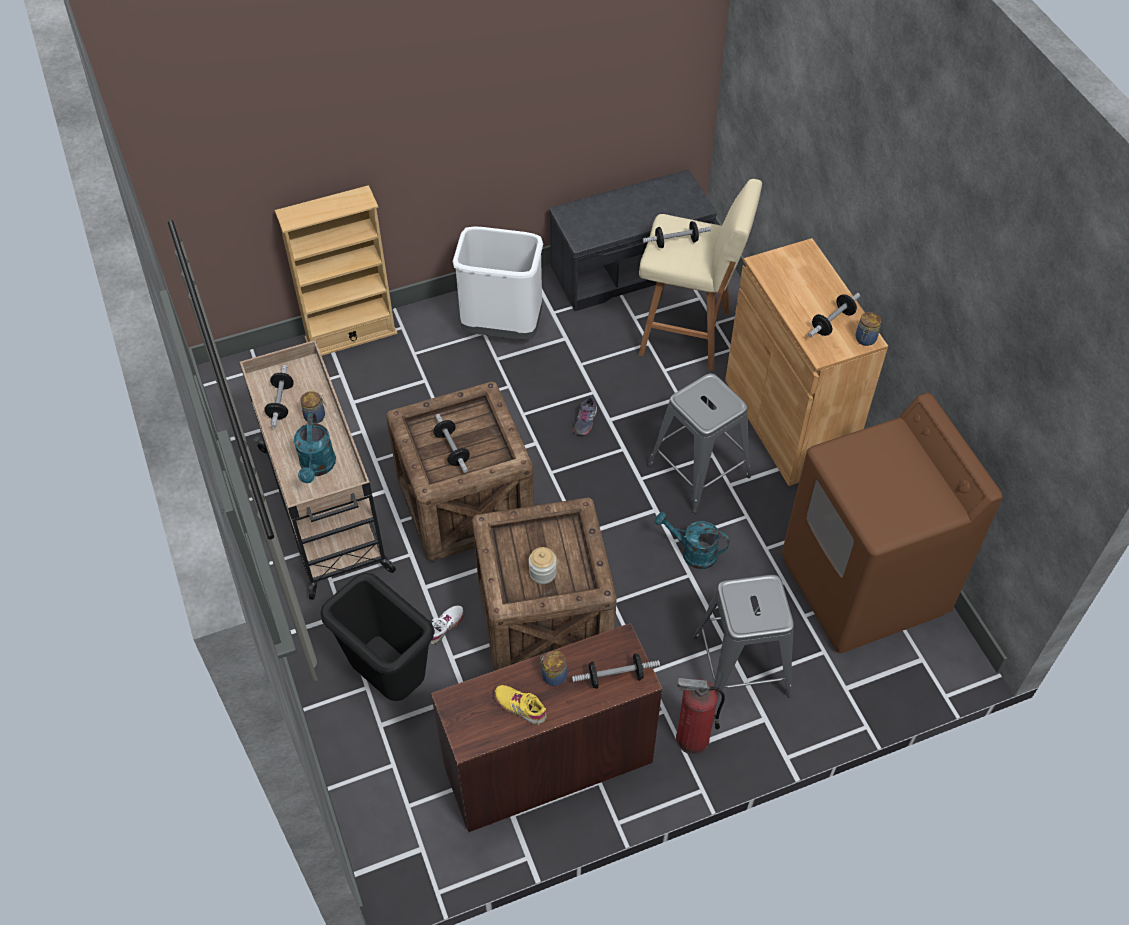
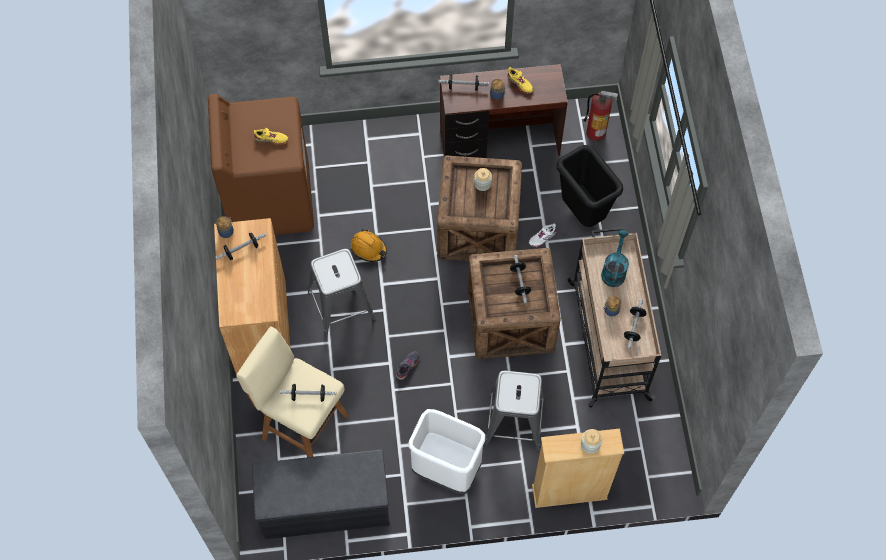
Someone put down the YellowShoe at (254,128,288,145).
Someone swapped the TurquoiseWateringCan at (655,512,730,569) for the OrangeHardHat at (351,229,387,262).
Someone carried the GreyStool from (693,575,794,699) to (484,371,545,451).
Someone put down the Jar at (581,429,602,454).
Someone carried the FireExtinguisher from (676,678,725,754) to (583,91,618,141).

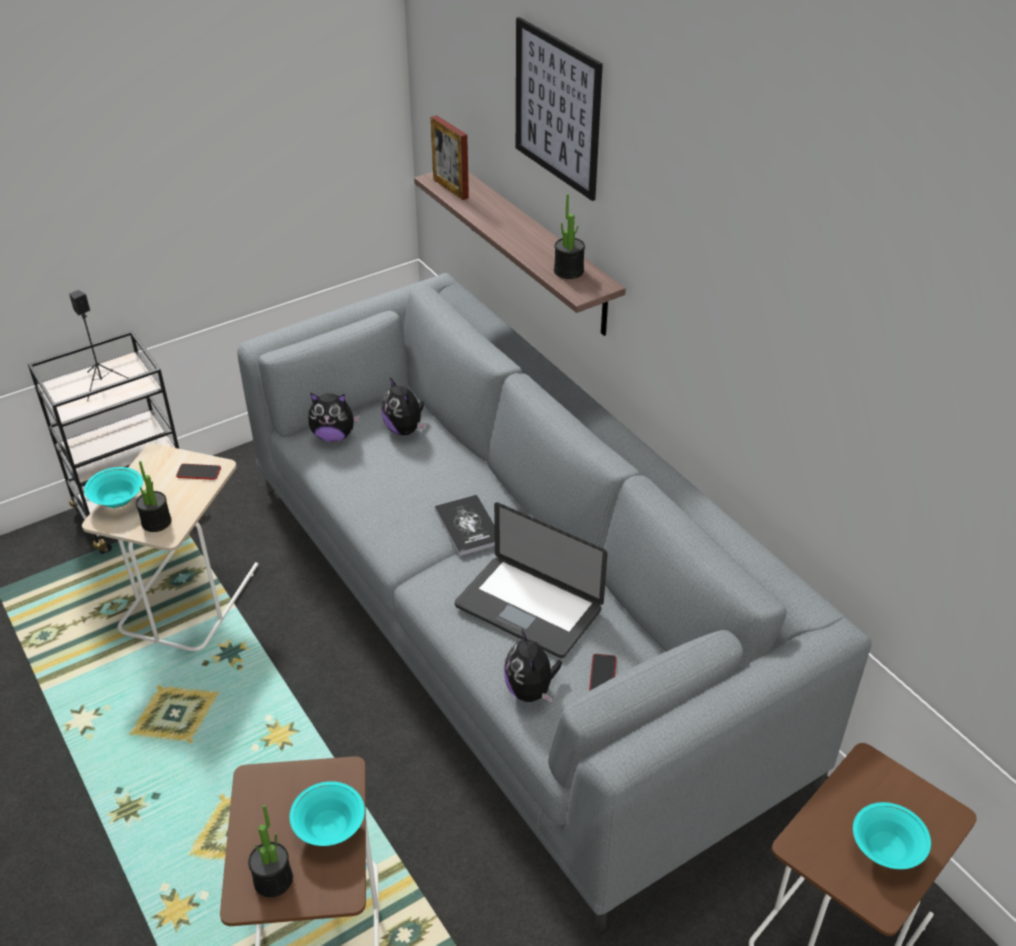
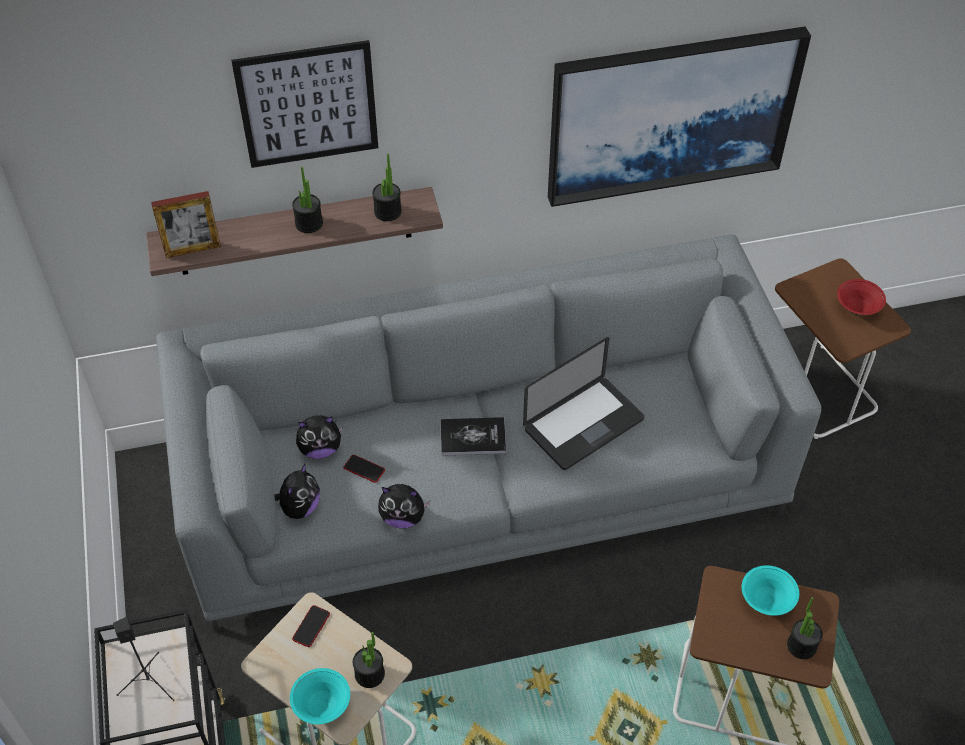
Someone put down the PottedPlant at (292,167,323,233).
Someone carried the Phone from (589,654,617,690) to (344,455,385,483).
Someone carried the PlushToy from (504,629,562,702) to (378,484,430,528).
Someone put up the Picture at (548,27,811,207).
Someone repainted the TurquoiseBowl at (853,802,931,869), which became the RedBowl at (837,279,886,315).

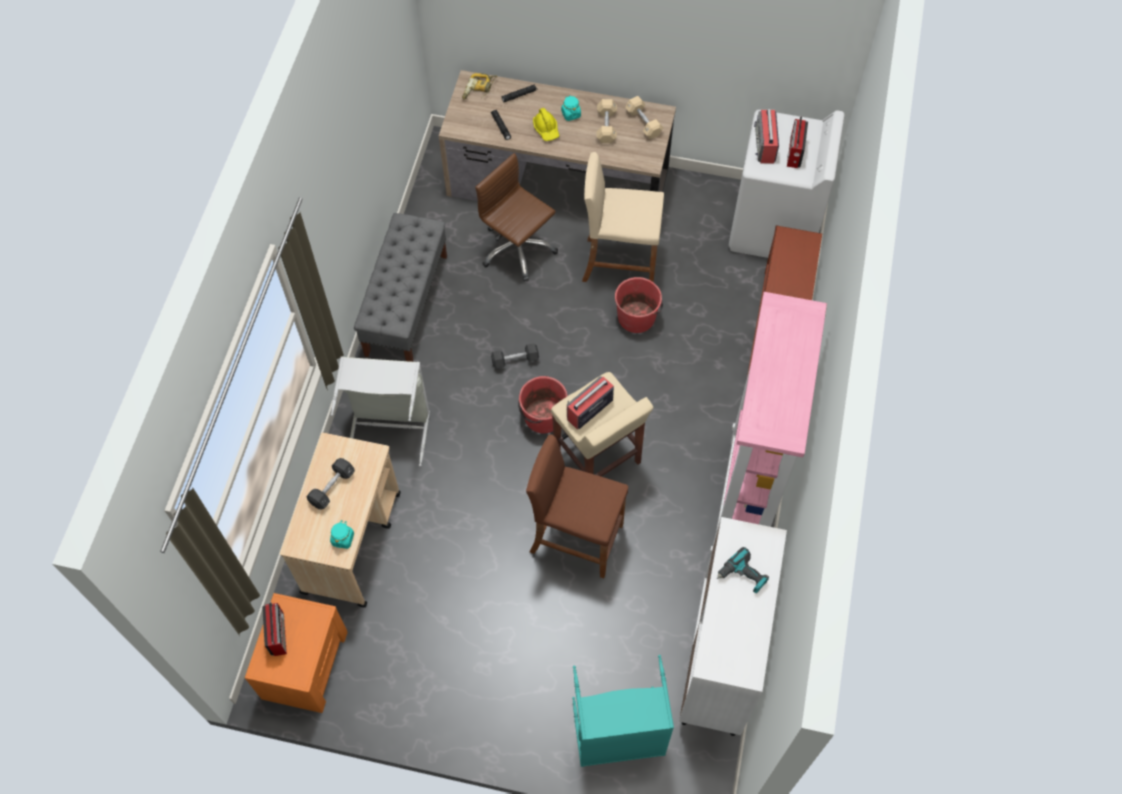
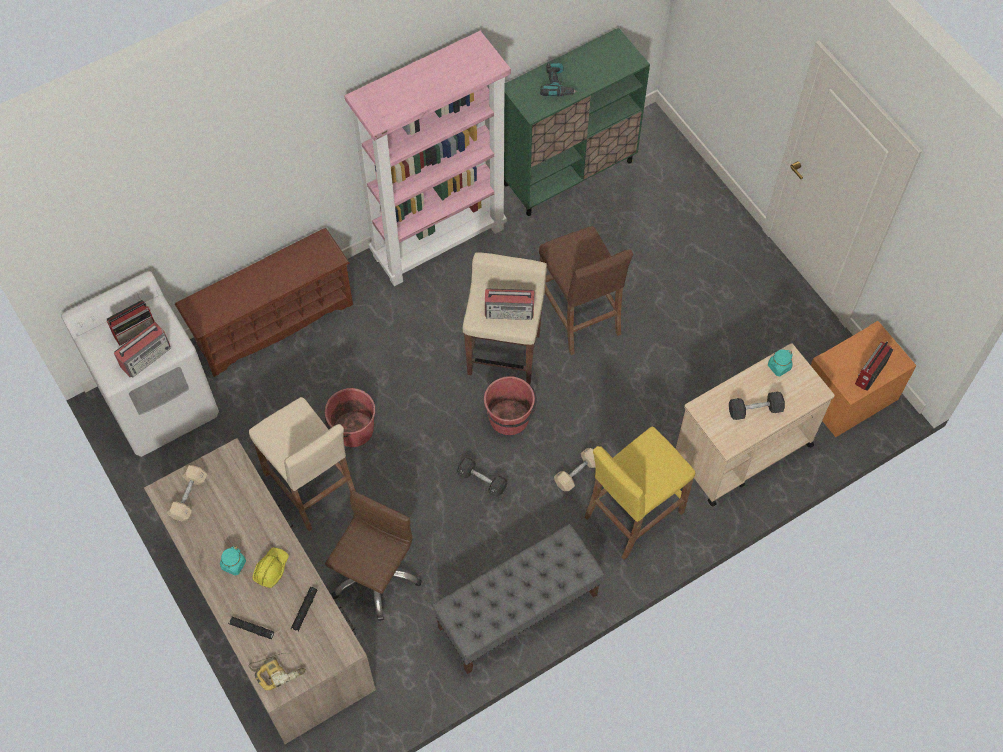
Someone rotated the BrownOfficeChair at (475,153,558,282) by 150 degrees counterclockwise.
Someone repainted the WhiteCabinet at (679,517,787,736), which became the GreenCabinet at (504,28,650,216).
Someone carried the BeigeDumbbell from (597,99,617,143) to (554,448,596,491).
Someone swapped the GreyLaundryBasket at (330,356,430,467) for the YellowStool at (584,427,695,560).
Someone took away the TurquoiseLaundryBasket at (572,655,674,767).

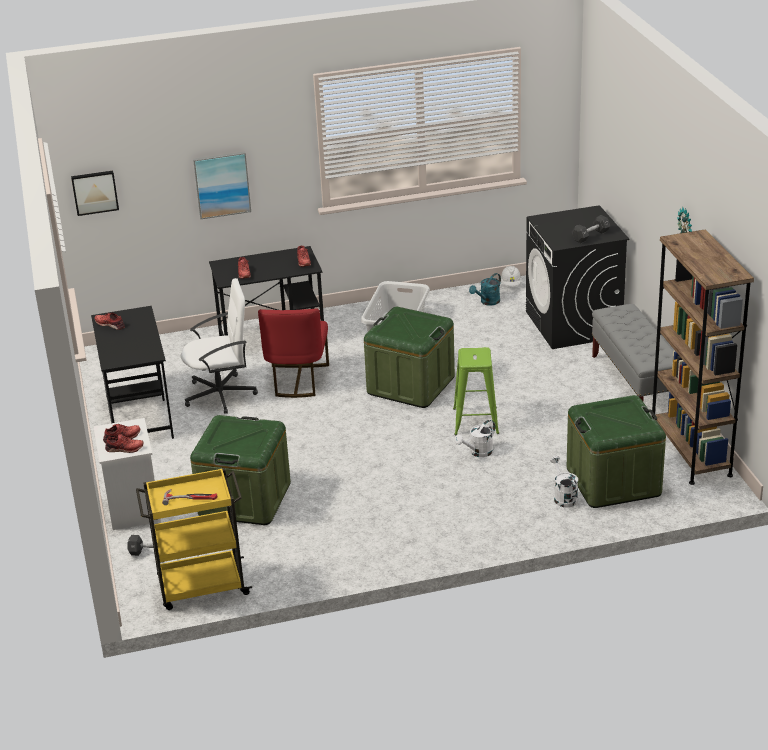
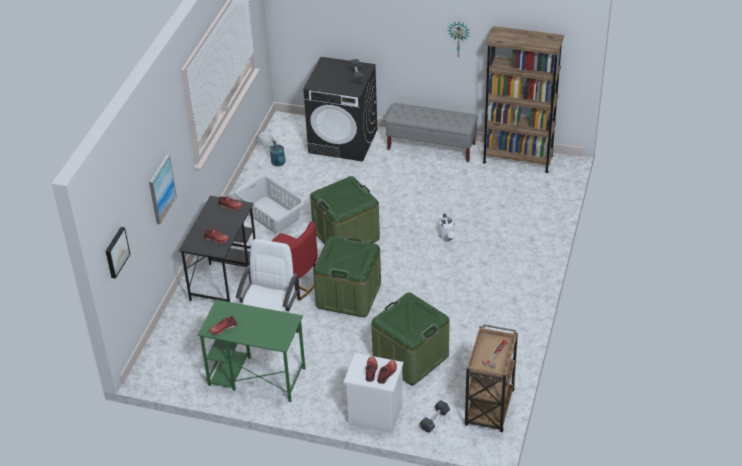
Someone repainted the BlackDesk at (91,306,174,439), which became the GreenDesk at (198,299,305,402).
Someone carried the GreenStorageBox from (567,395,666,508) to (313,236,381,317).
Someone repainted the YellowCart at (136,468,252,610), which became the BrownCart at (465,324,518,433).
Someone took away the GreenStool at (453,347,499,435).
Someone took away the WhiteWateringCan at (550,456,578,508).

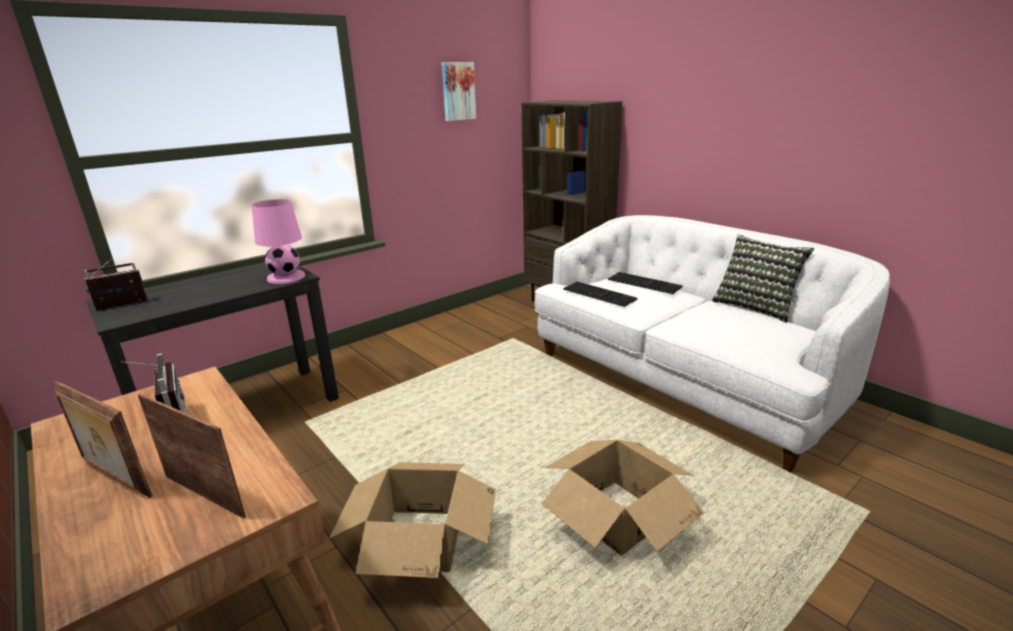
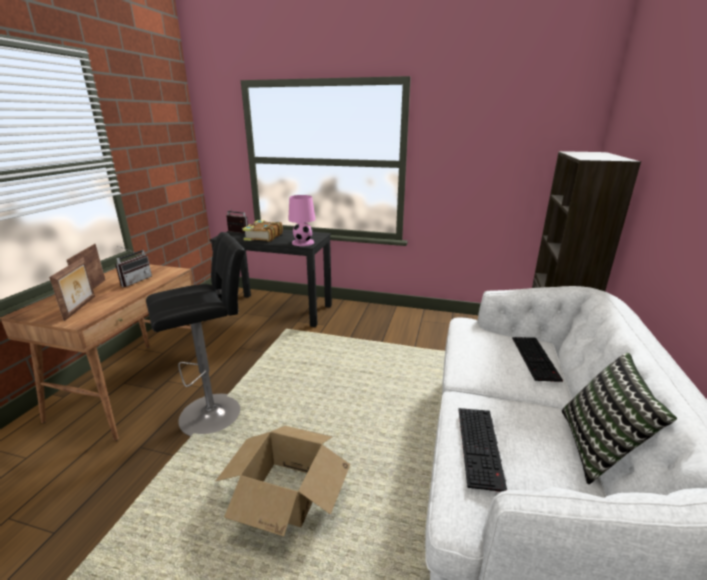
Someone swapped the CardboardBox at (329,462,496,578) for the BlackStool at (146,232,245,436).
Someone put down the Book at (242,220,283,241).
Someone carried the Keyboard from (563,282,638,307) to (458,408,507,492).
Someone took away the Picture at (441,62,477,121).

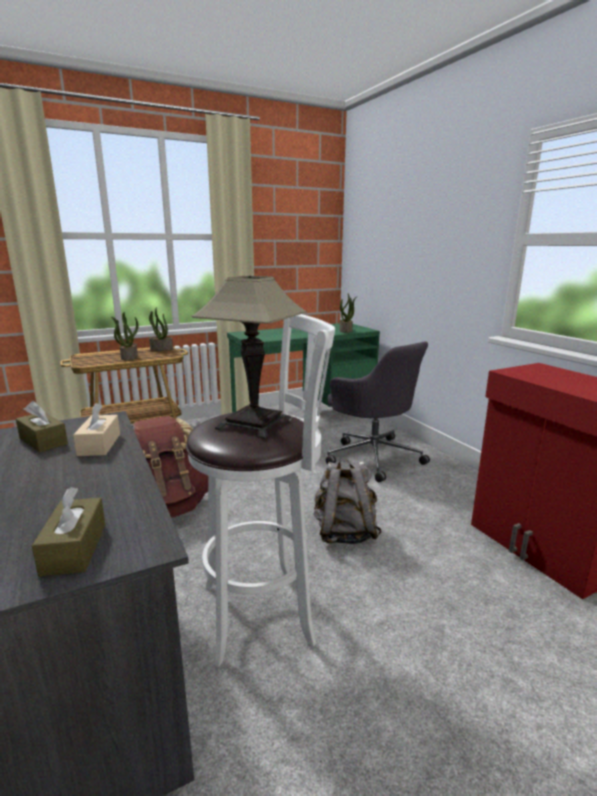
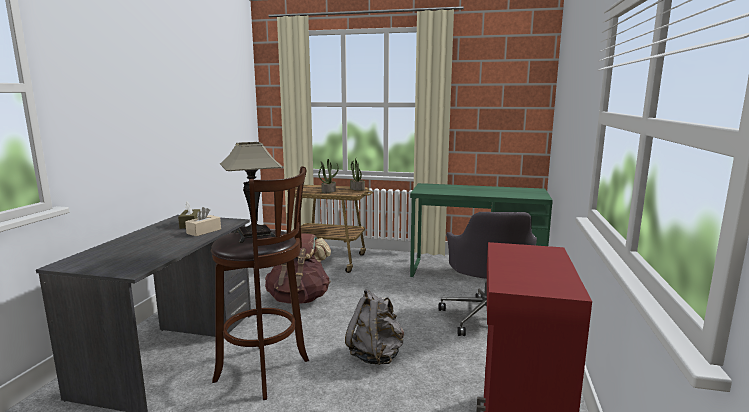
Someone repainted the WhiteStool at (186,314,335,668), which became the BrownStool at (211,166,309,400).
Someone took away the BrownTissueBox at (32,487,106,577).
Someone took away the PottedPlant at (340,294,357,333).

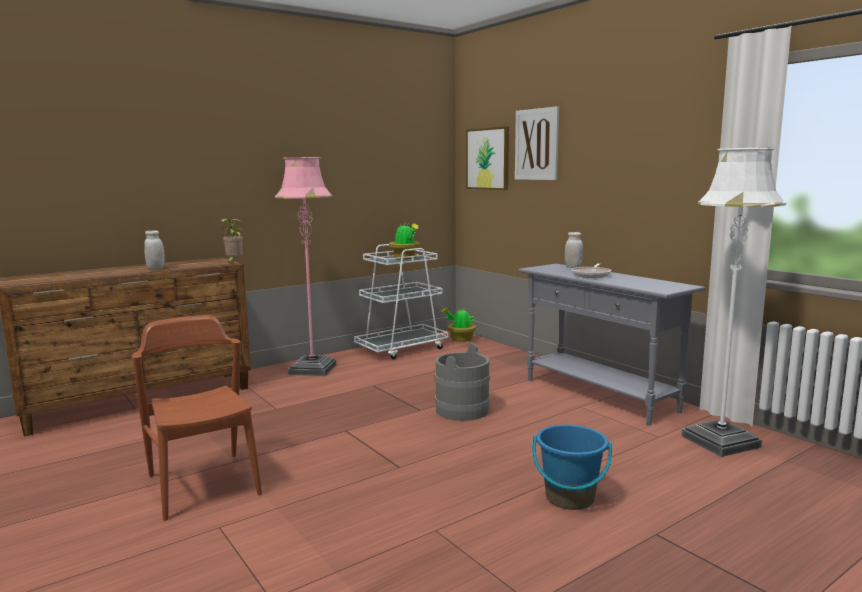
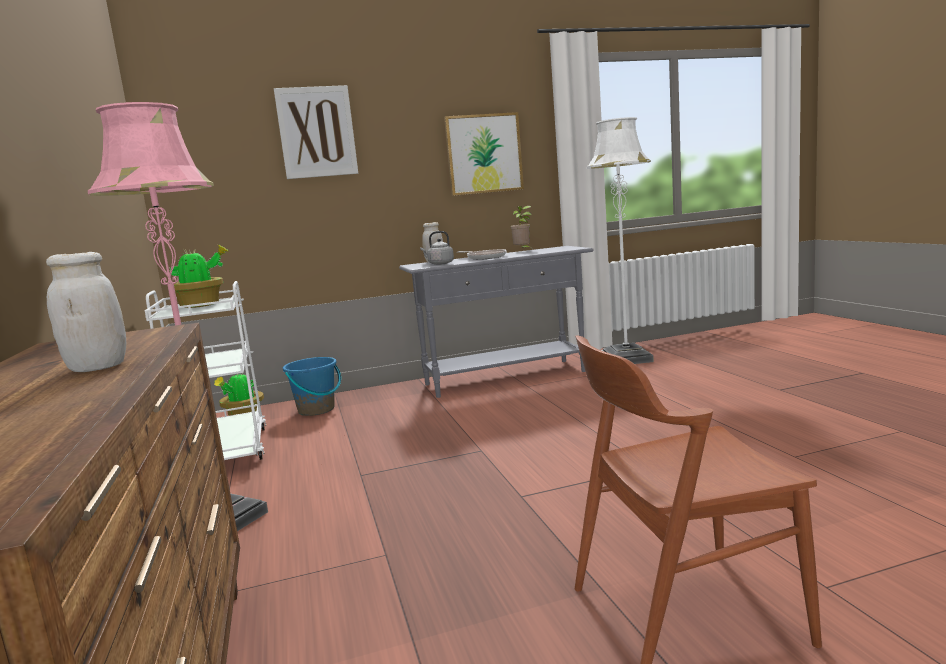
Someone carried the BlueBucket from (532,425,612,510) to (283,357,341,416).
Someone put down the GreyKettle at (420,231,454,265).
Someone carried the Picture from (466,126,509,190) to (444,112,524,196).
Someone carried the PottedPlant from (221,219,243,262) to (511,206,532,248).
Someone took away the GreyBucket at (435,343,490,421).

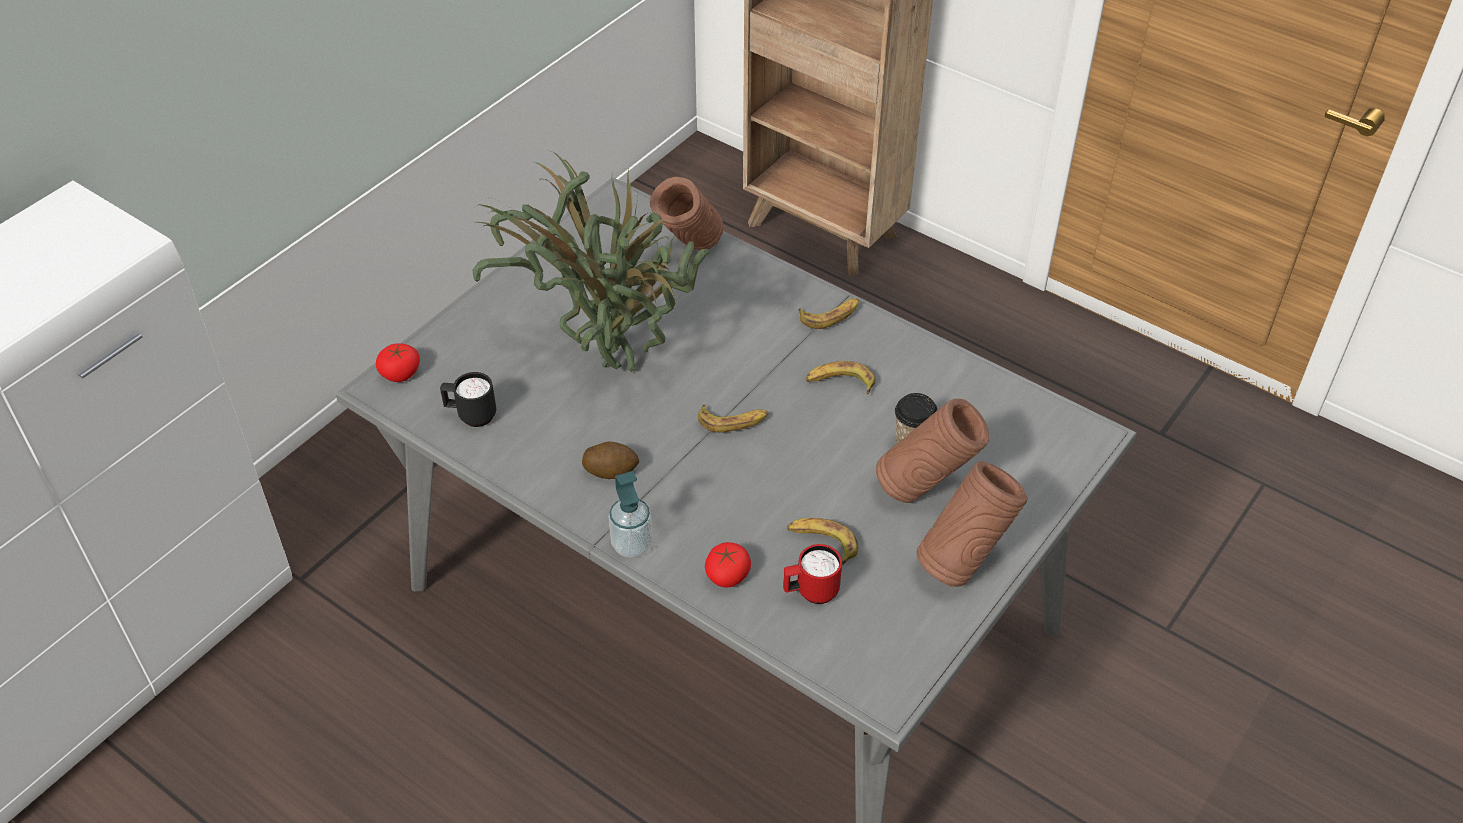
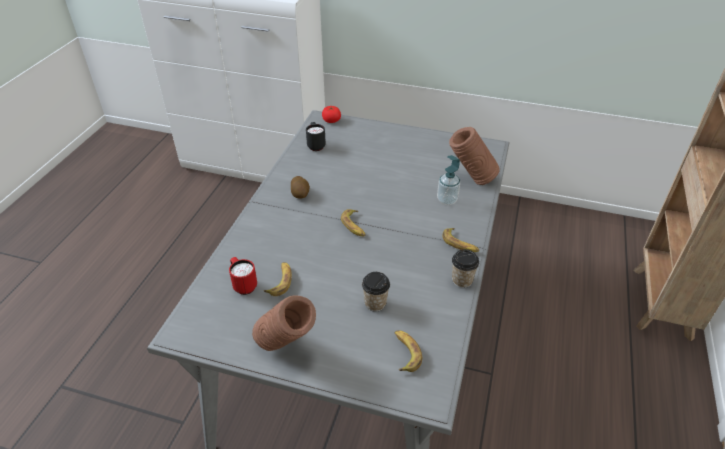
Someone carried the Banana from (806,361,876,394) to (394,330,422,372).
Someone carried the SoapDispenser from (609,471,653,558) to (437,155,460,205).
Someone put down the Cup at (452,249,479,288).
Someone took away the PottedPlant at (472,151,709,372).
Someone took away the Tomato at (705,542,751,588).
Someone took away the BrownVase at (876,398,989,503).

